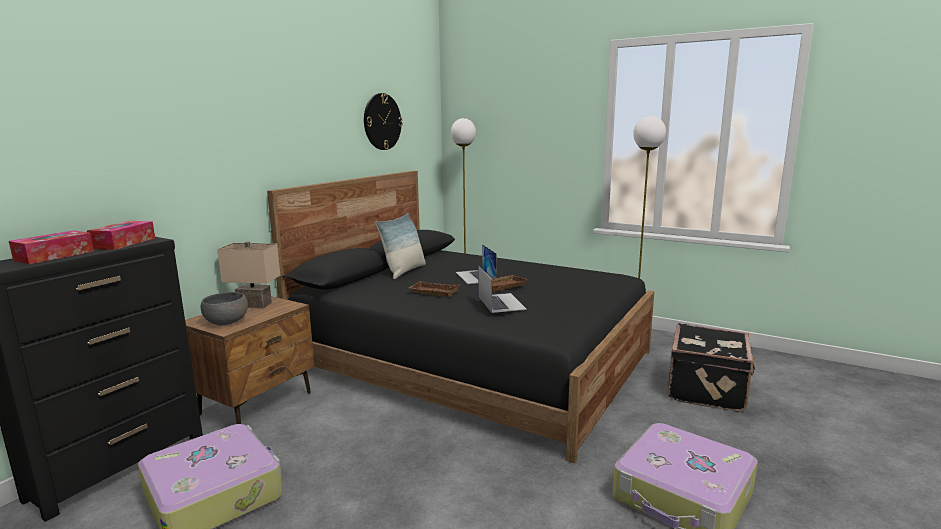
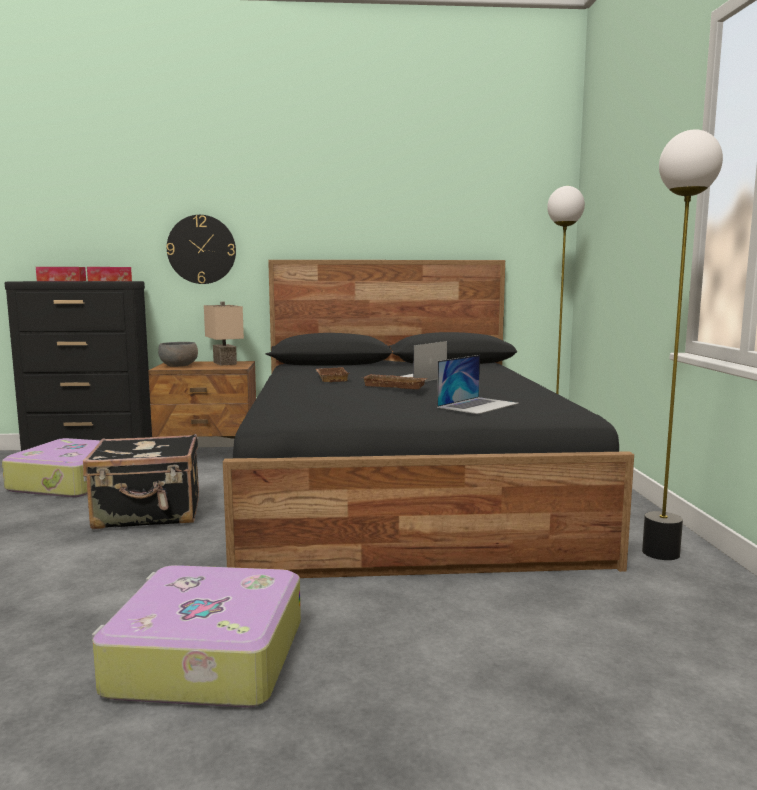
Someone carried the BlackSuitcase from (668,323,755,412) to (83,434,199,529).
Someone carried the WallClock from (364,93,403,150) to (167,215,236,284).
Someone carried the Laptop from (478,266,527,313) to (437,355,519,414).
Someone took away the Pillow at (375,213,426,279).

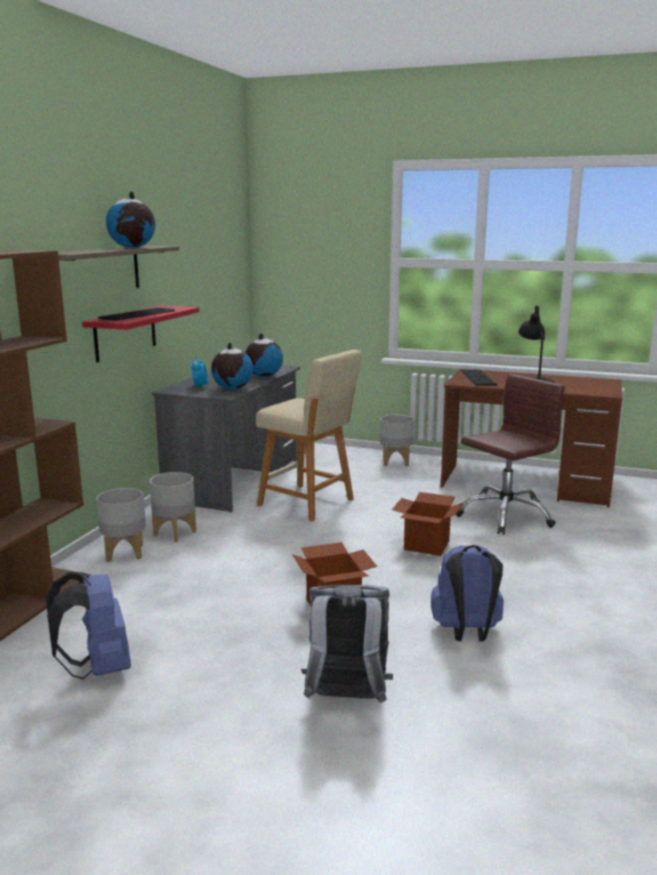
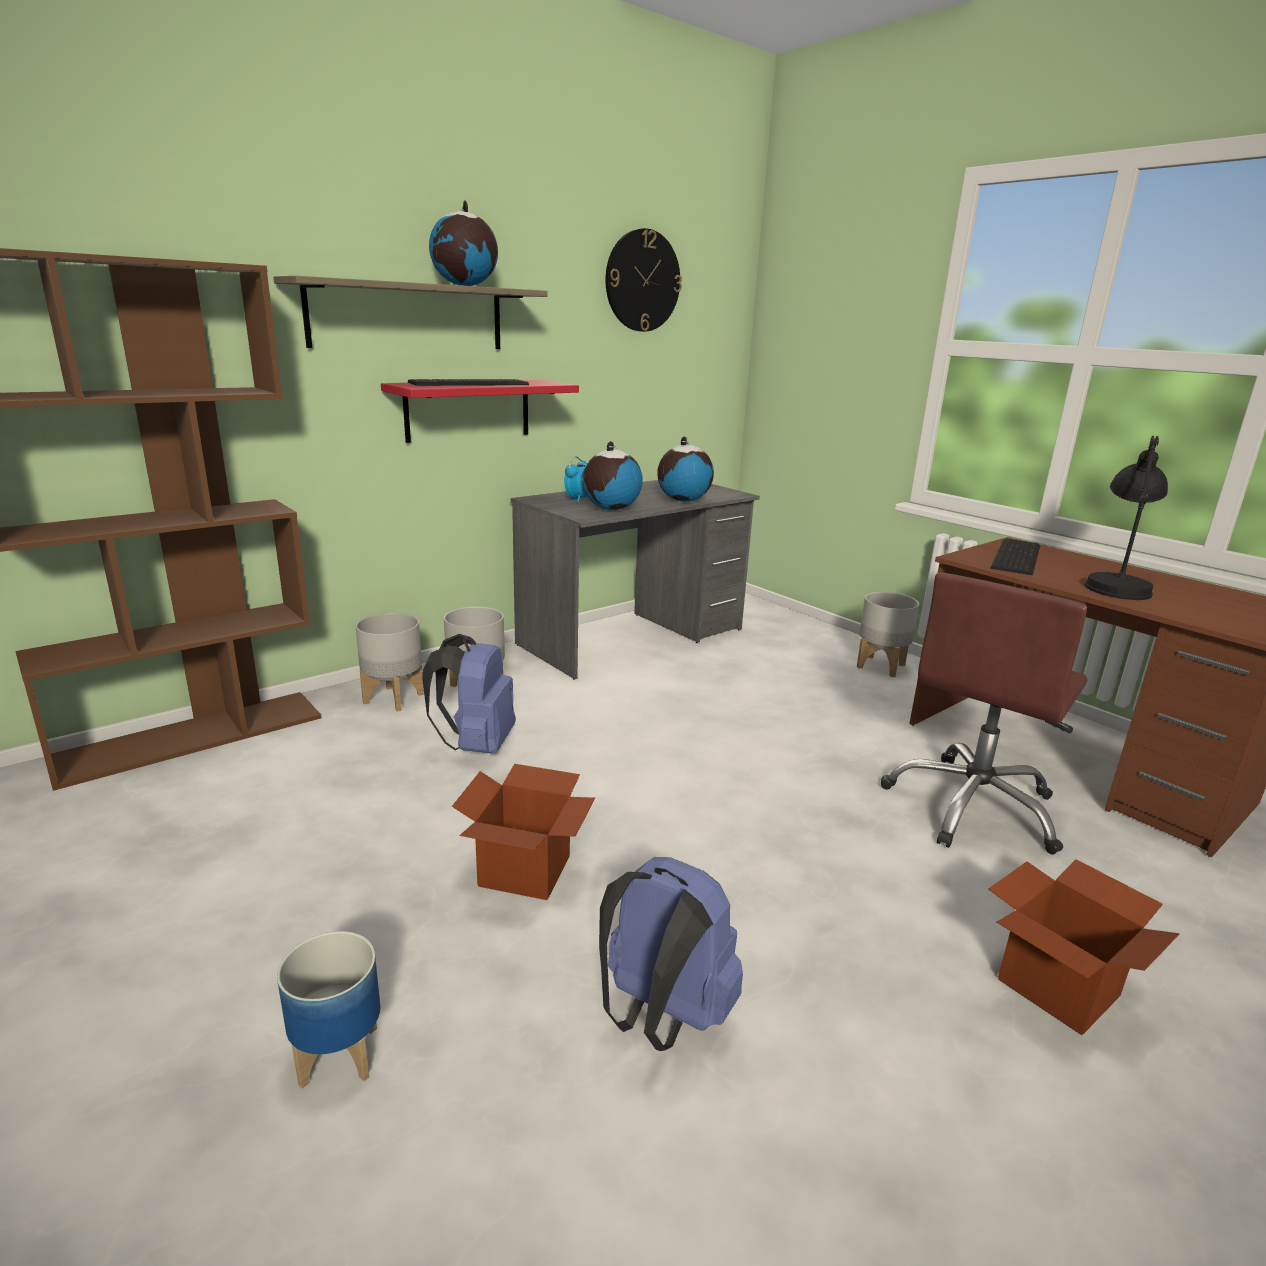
Someone swapped the GreyBackpack at (301,585,393,703) for the Planter at (277,931,381,1089).
Someone carried the BlueBackpack from (46,572,131,679) to (422,634,516,754).
Someone put up the WallClock at (605,228,682,332).
Someone rotated the BrownOfficeChair at (456,374,565,535) by 135 degrees clockwise.
Someone carried the CardboardBox from (392,492,463,556) to (988,859,1179,1035).
Someone took away the BeigeStool at (256,350,362,522).

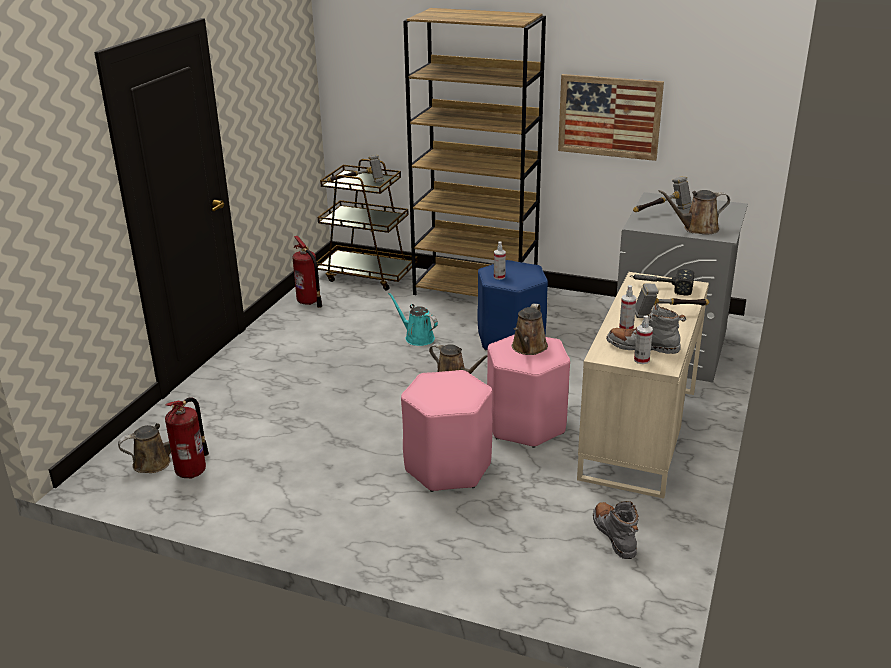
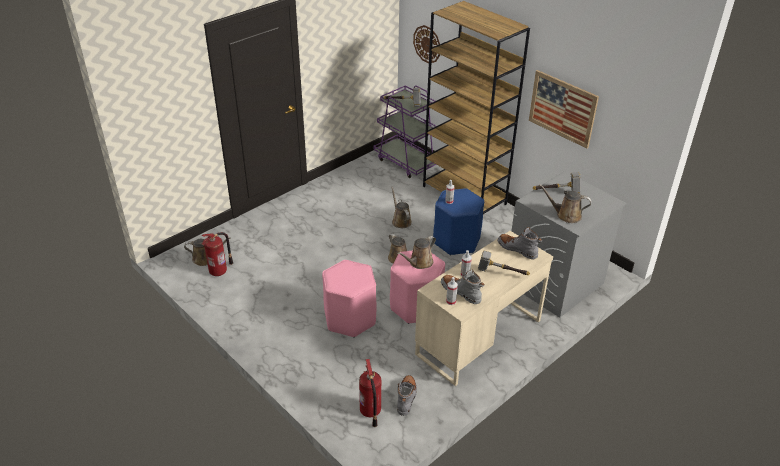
Someone carried the FireExtinguisher from (292,236,322,308) to (359,359,381,427).
Someone repainted the BrownCart at (317,159,417,291), which became the PurpleCart at (373,85,436,178).
Someone repainted the TurquoiseWateringCan at (388,292,438,346), which became the BrownWateringCan at (391,187,412,228).
Someone put up the WallClock at (413,25,440,63).
Someone swapped the Hammer at (632,269,694,296) for the GreyBoot at (497,227,542,259).

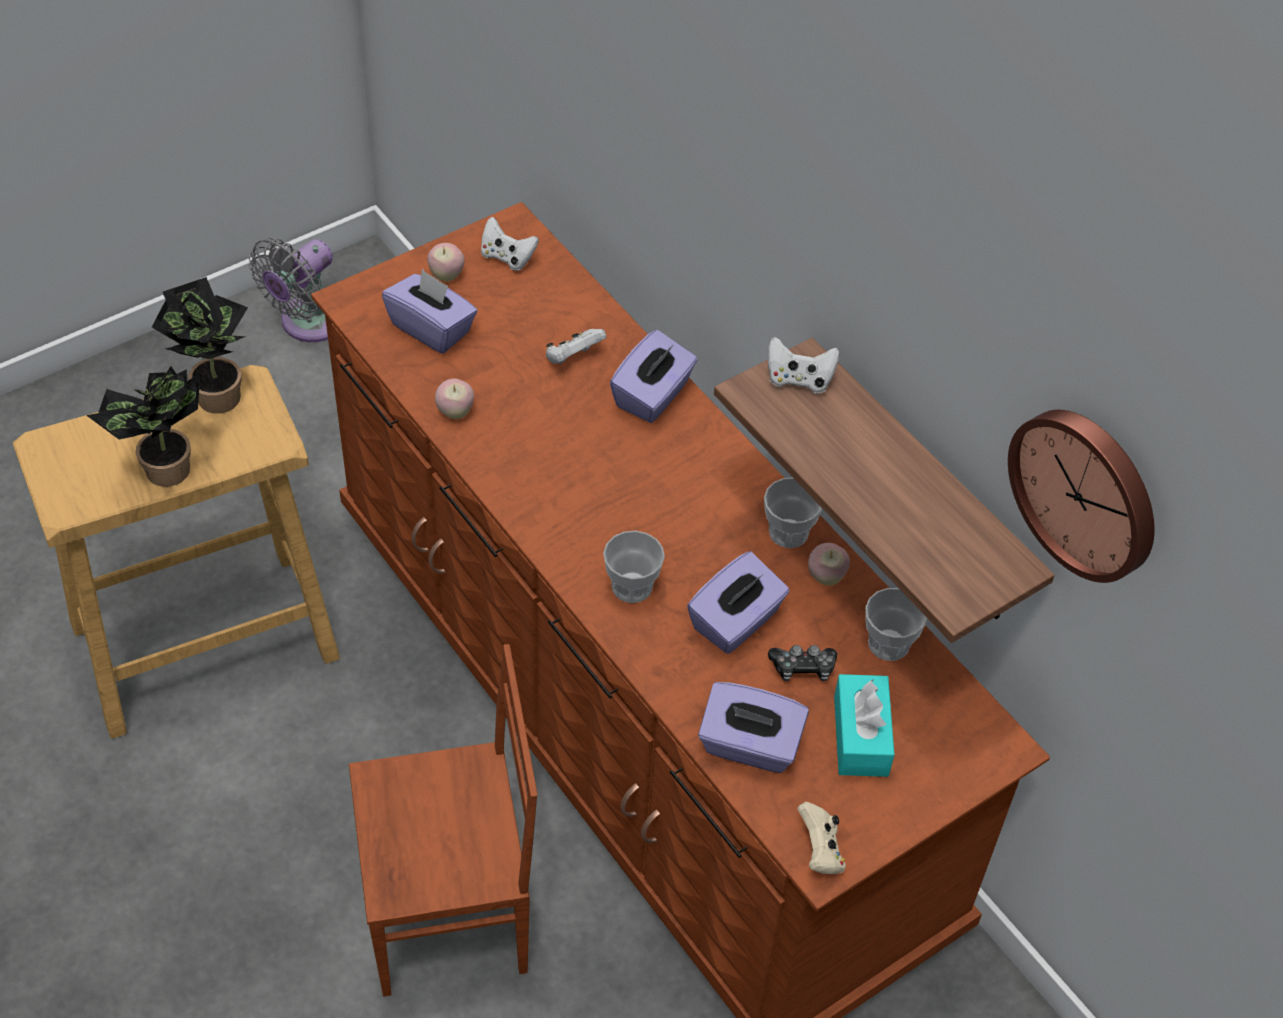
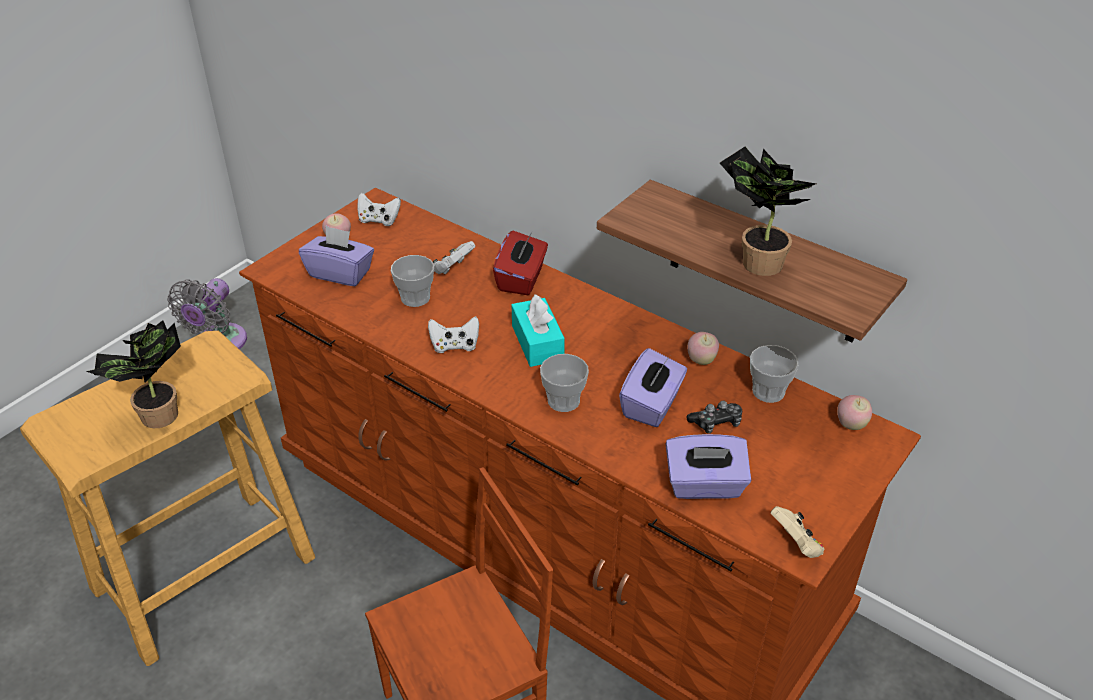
Someone carried the Cup from (764,478,822,548) to (391,255,434,307).
Someone carried the WhiteGameController from (768,337,839,394) to (428,316,479,353).
Someone repainted the PurpleTissueBox at (610,330,697,423), which became the RedTissueBox at (493,231,548,295).
Someone carried the TurquoiseTissueBox from (834,674,894,777) to (512,294,565,367).
Someone carried the PottedPlant from (152,277,248,414) to (720,147,816,276).
Someone carried the Apple from (435,379,474,419) to (837,395,872,430).
Someone took away the WallClock at (1008,410,1155,583).

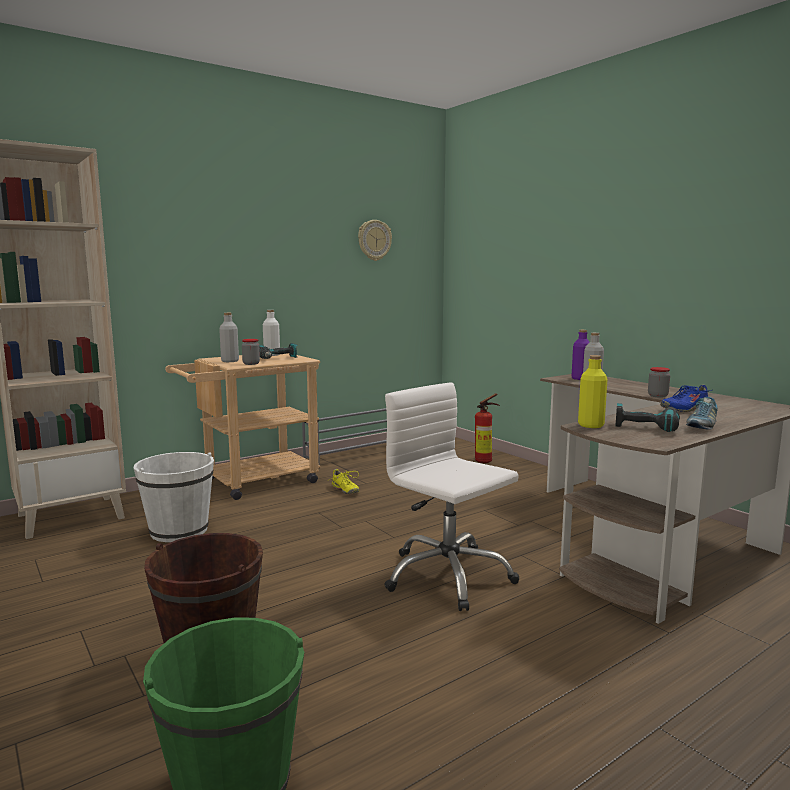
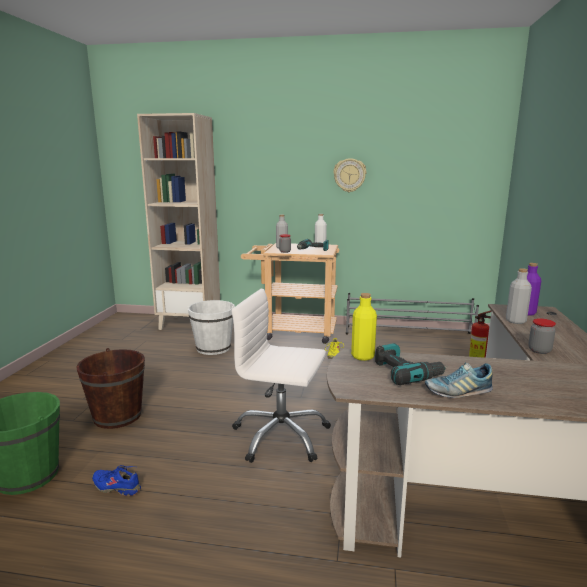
Someone carried the BlueShoe from (660,385,711,412) to (92,465,141,496).
Someone rotated the WhiteOfficeChair at (384,383,519,611) by 75 degrees counterclockwise.
Someone carried the WallClock from (358,220,392,261) to (333,158,367,192).

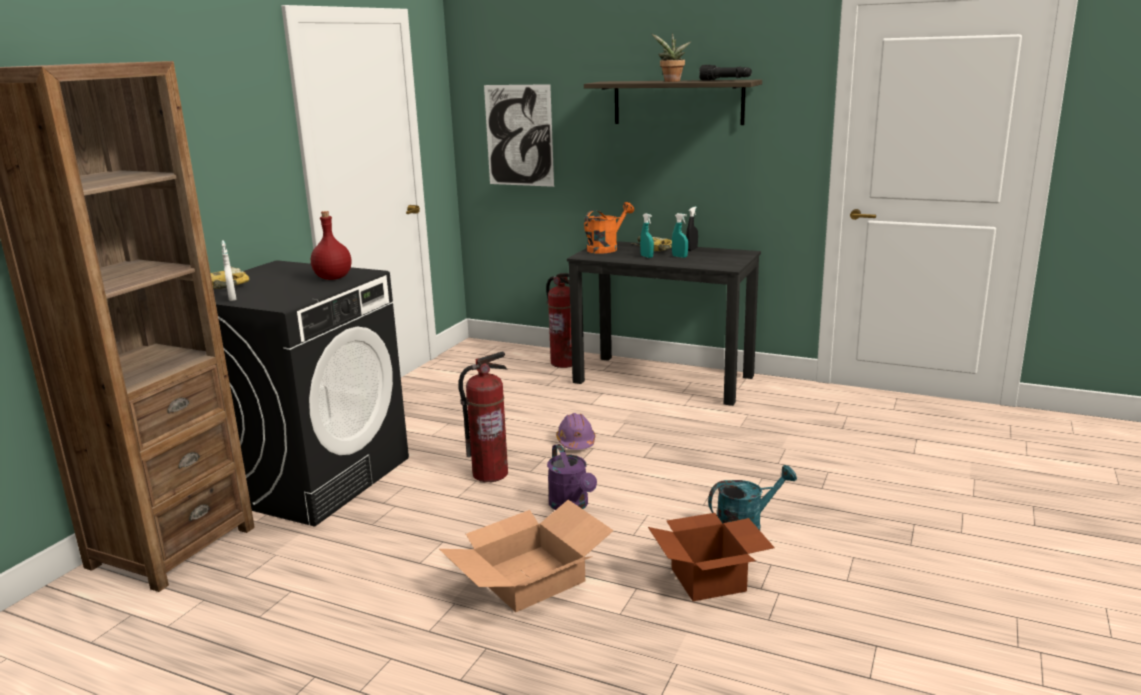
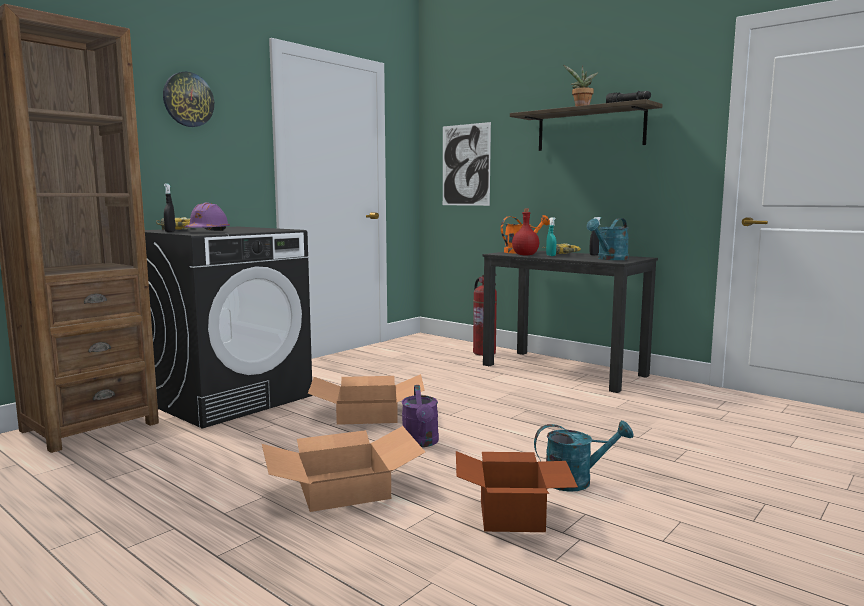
Someone put up the WallClock at (163,72,214,127).
Someone repainted the WhiteSprayBottle at (221,240,237,301), which became the BlackSprayBottle at (164,183,175,232).
Someone carried the PurpleHardHat from (556,413,595,450) to (184,202,230,231).
Someone swapped the FireExtinguisher at (458,351,508,482) for the CardboardBox at (308,374,425,425).
Someone carried the RedBottle from (311,211,351,280) to (512,209,539,256).
Someone put down the TurquoiseWateringCan at (587,218,629,260).
Someone took away the TurquoiseSprayBottle at (672,213,688,258).

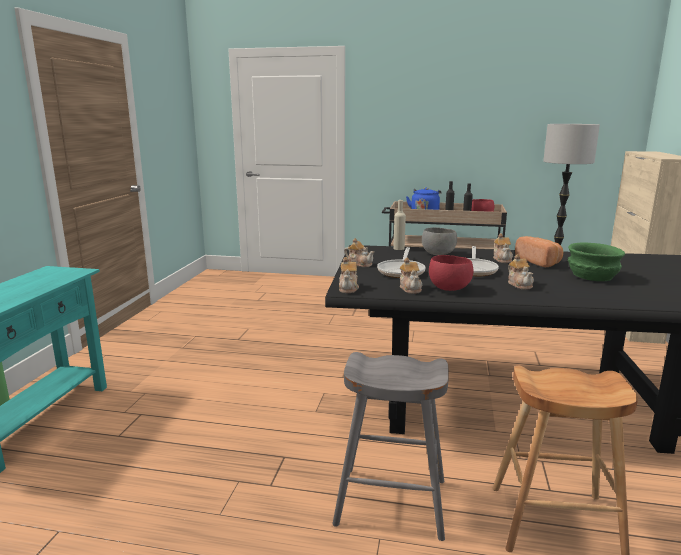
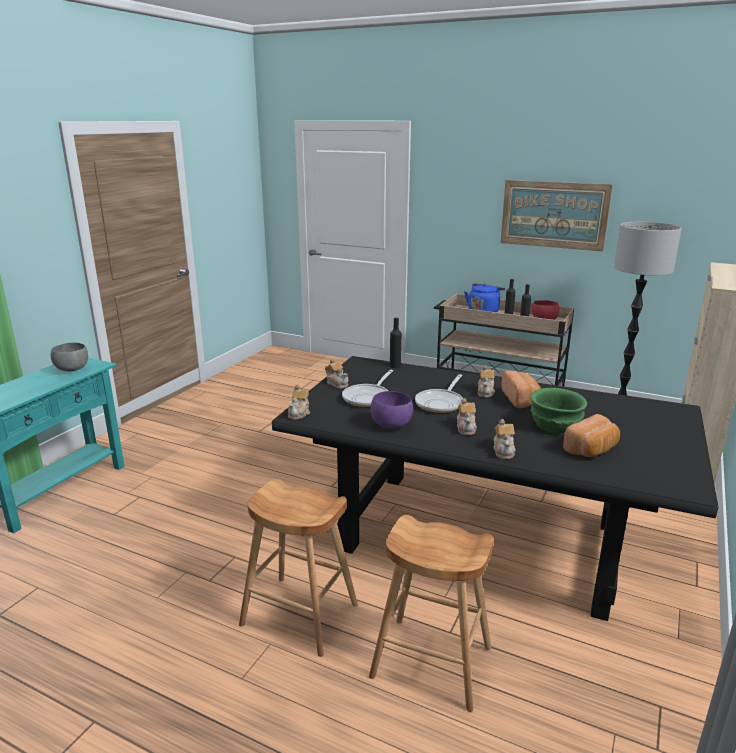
Someone carried the GreyBowl from (422,227,457,255) to (51,342,88,372).
Someone repainted the GreyStool at (333,352,449,541), which became the BrownStool at (239,479,358,657).
Someone repainted the RedBowl at (429,255,474,291), which became the PurpleBowl at (370,391,413,429).
Someone repainted the BeigeBottle at (393,200,406,250), which became the BlackBottle at (390,318,402,368).
Someone carried the Teapot from (400,257,423,294) to (494,419,516,459).
Someone put up the Picture at (501,180,613,251).
Someone put down the Bread at (563,414,620,457).

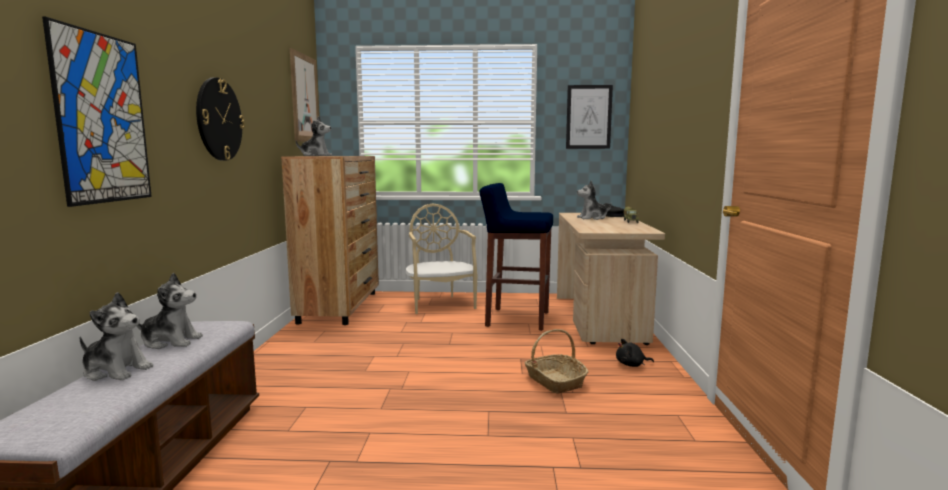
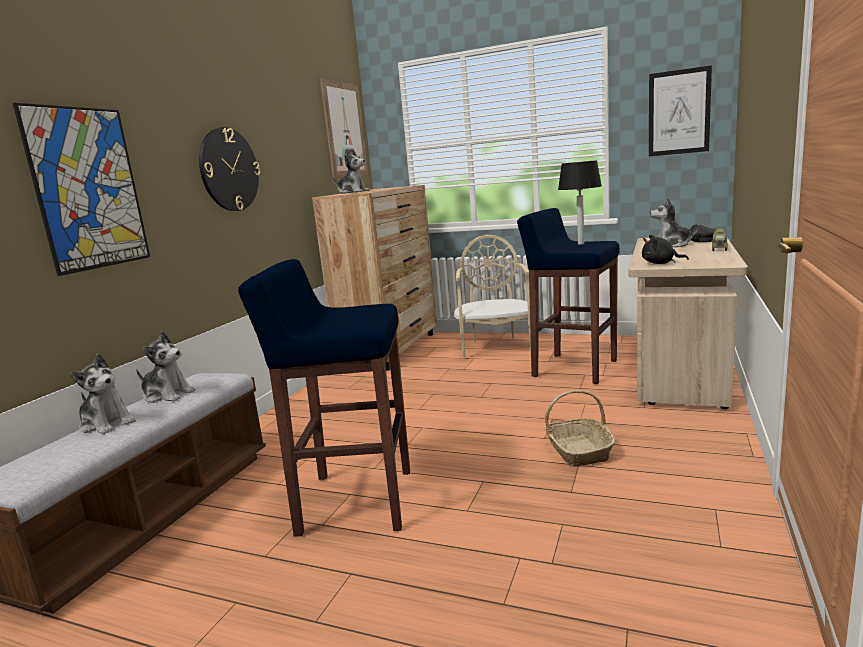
Someone put down the BlueStool at (238,259,410,537).
Someone put down the TableLamp at (558,160,602,245).
Someone carried the BlackPlushToy from (616,339,654,367) to (642,235,689,264).

